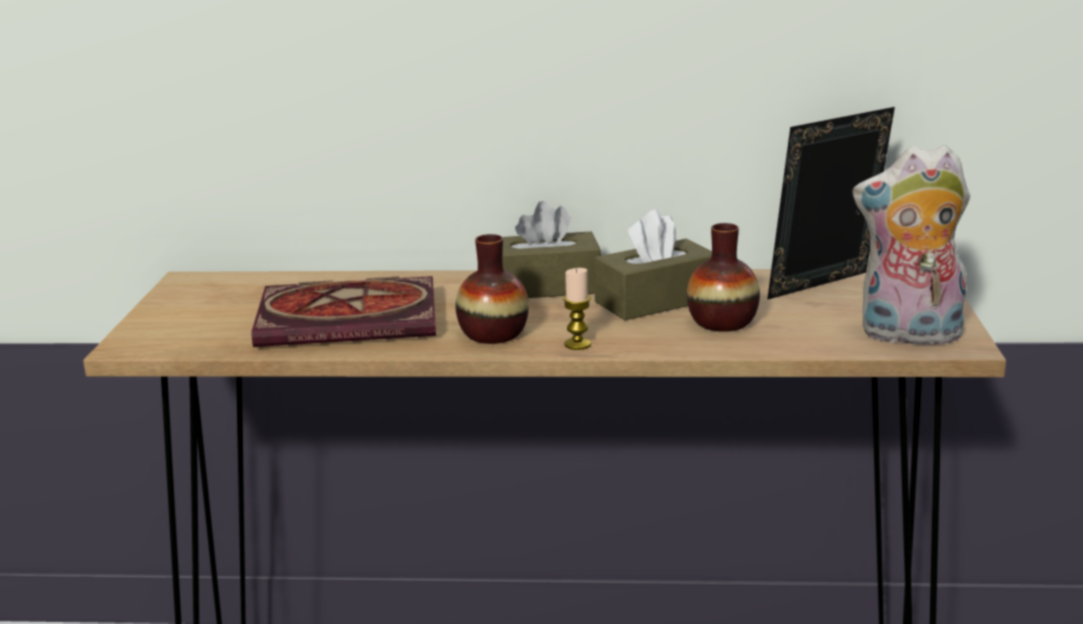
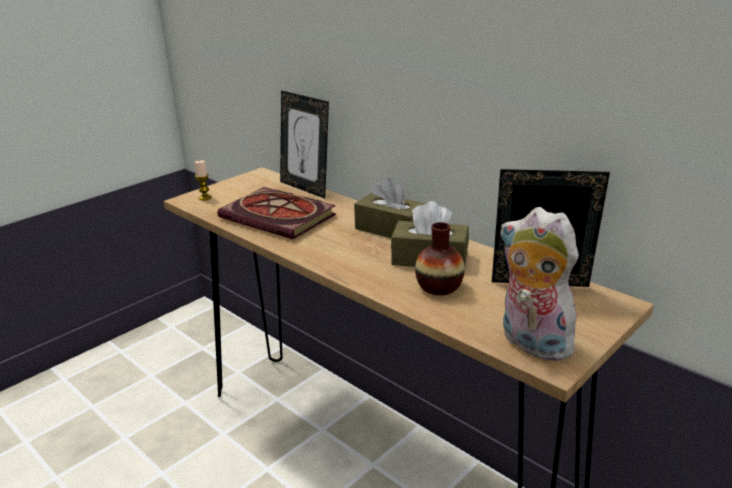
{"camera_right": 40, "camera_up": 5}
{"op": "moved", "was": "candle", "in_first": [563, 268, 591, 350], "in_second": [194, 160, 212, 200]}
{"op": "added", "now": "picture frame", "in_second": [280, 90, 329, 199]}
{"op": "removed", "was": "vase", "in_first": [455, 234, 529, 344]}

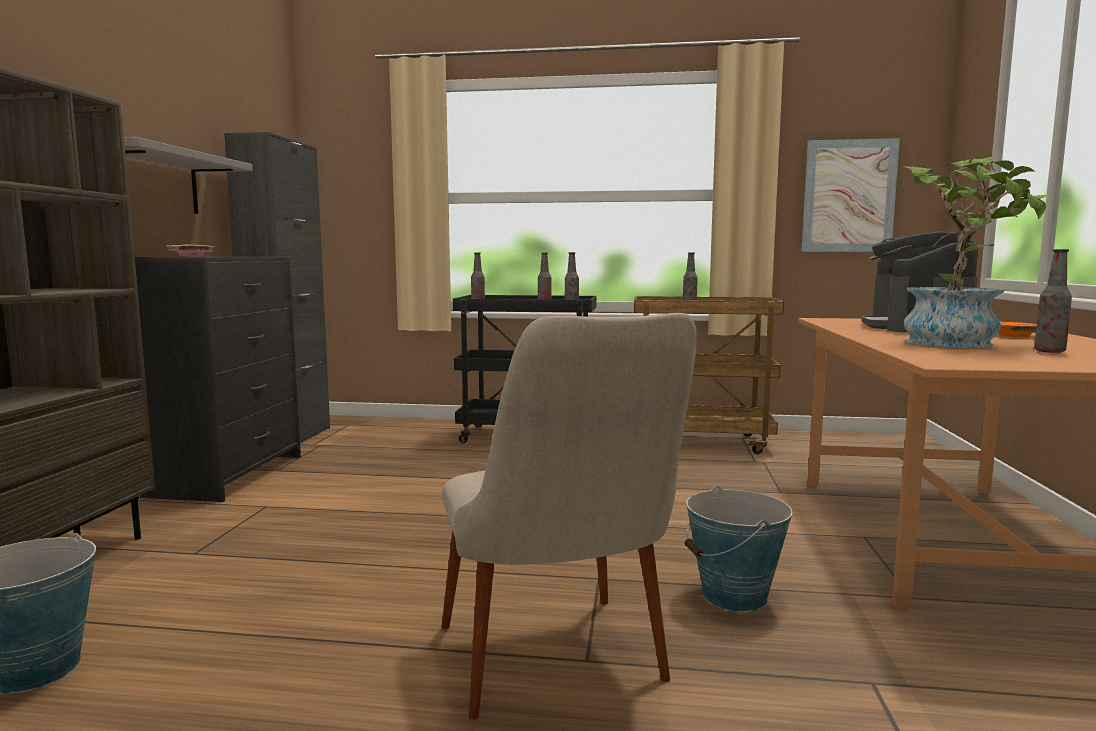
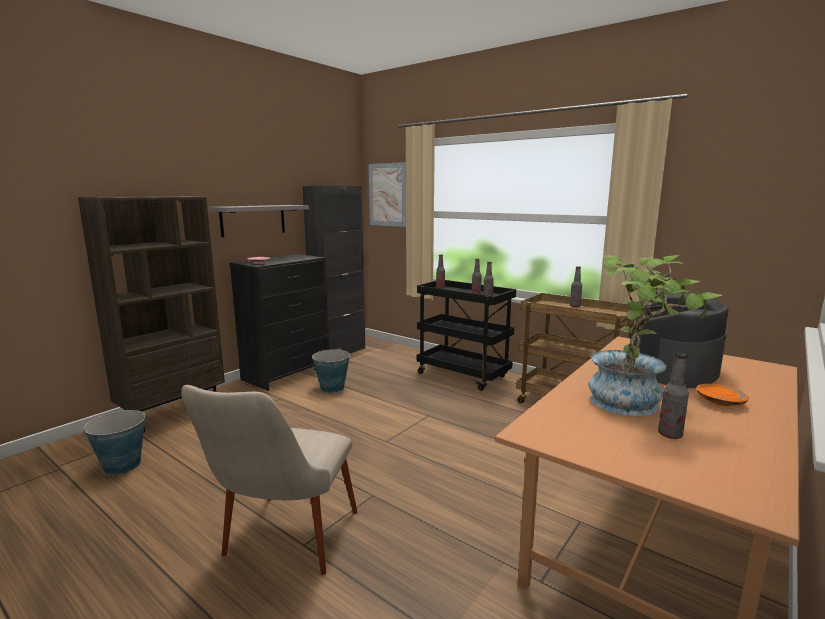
{"camera_right": 30, "camera_up": 5}
{"op": "moved", "was": "bucket", "in_first": [685, 486, 792, 612], "in_second": [312, 348, 350, 393]}
{"op": "moved", "was": "picture", "in_first": [802, 138, 900, 252], "in_second": [369, 162, 406, 227]}

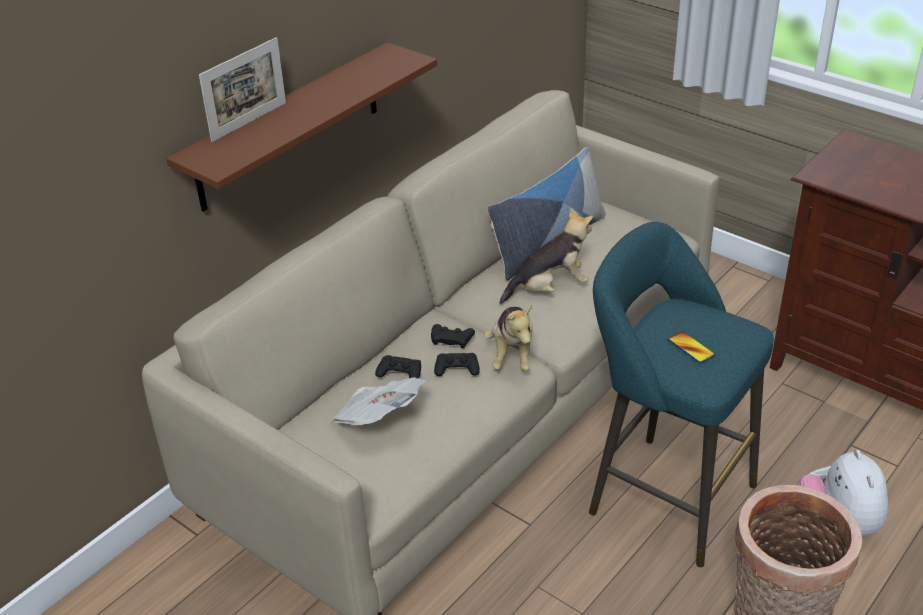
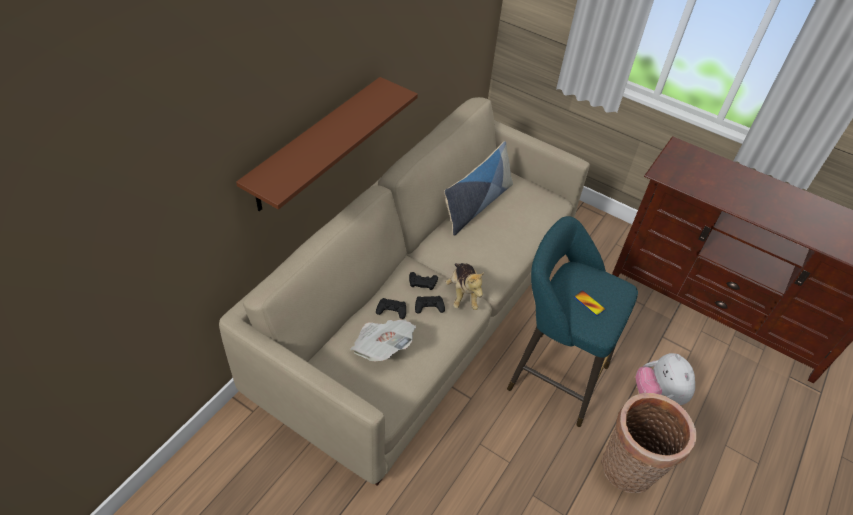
{"camera_right": -10, "camera_up": 10}
{"op": "removed", "was": "picture frame", "in_first": [199, 37, 286, 142]}
{"op": "removed", "was": "plush toy", "in_first": [499, 207, 593, 304]}

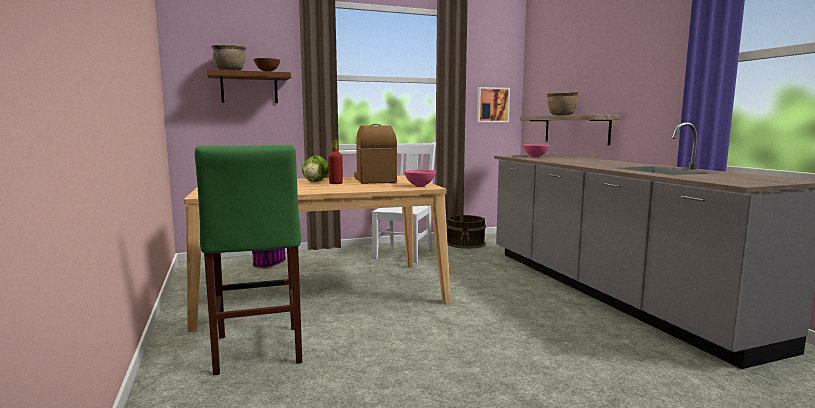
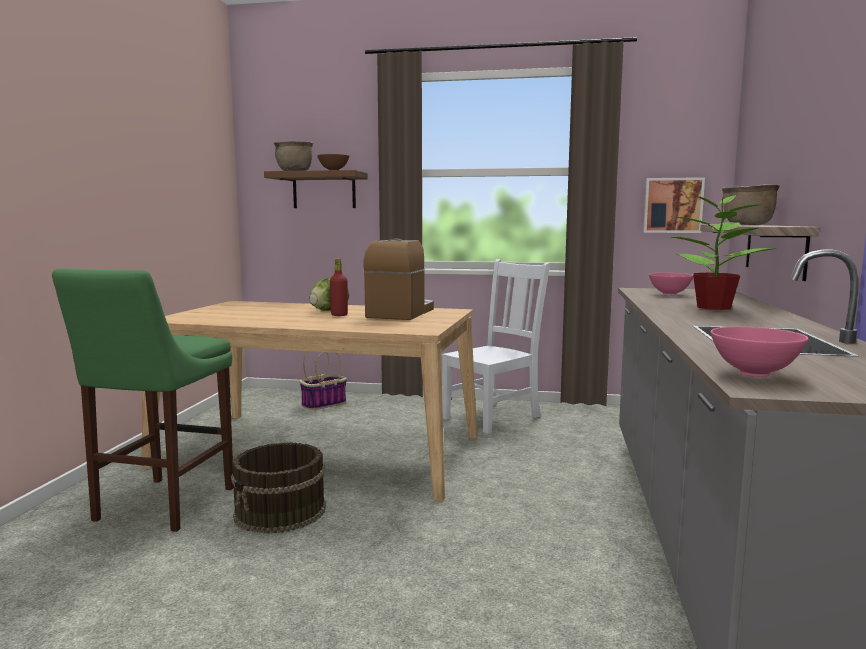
{"camera_right": 30, "camera_up": 0}
{"op": "moved", "was": "bucket (brown)", "in_first": [446, 215, 486, 249], "in_second": [231, 442, 326, 534]}
{"op": "added", "now": "potted plant", "in_second": [672, 192, 776, 310]}
{"op": "moved", "was": "bowl (pink)", "in_first": [404, 170, 436, 187], "in_second": [710, 327, 808, 377]}

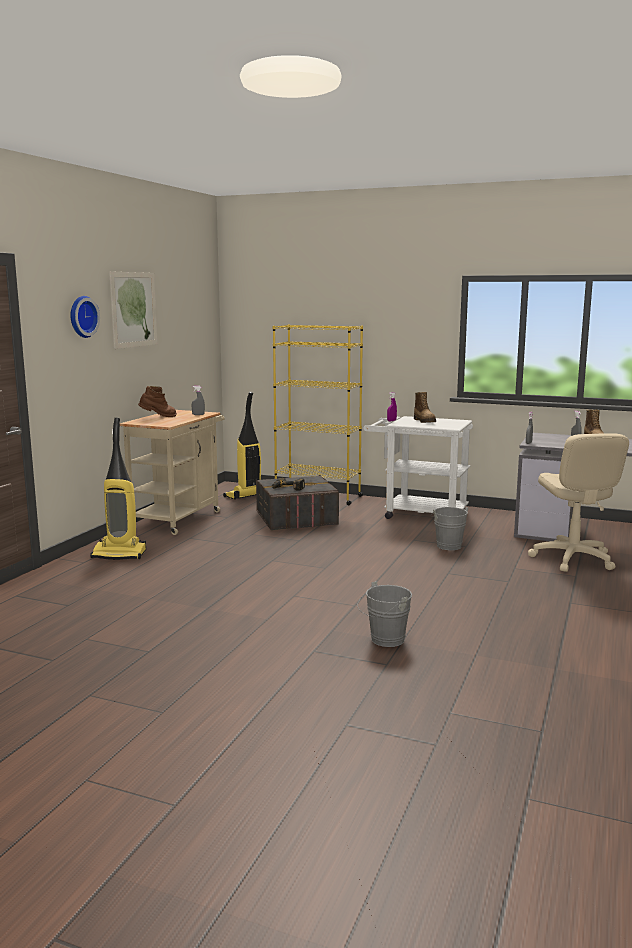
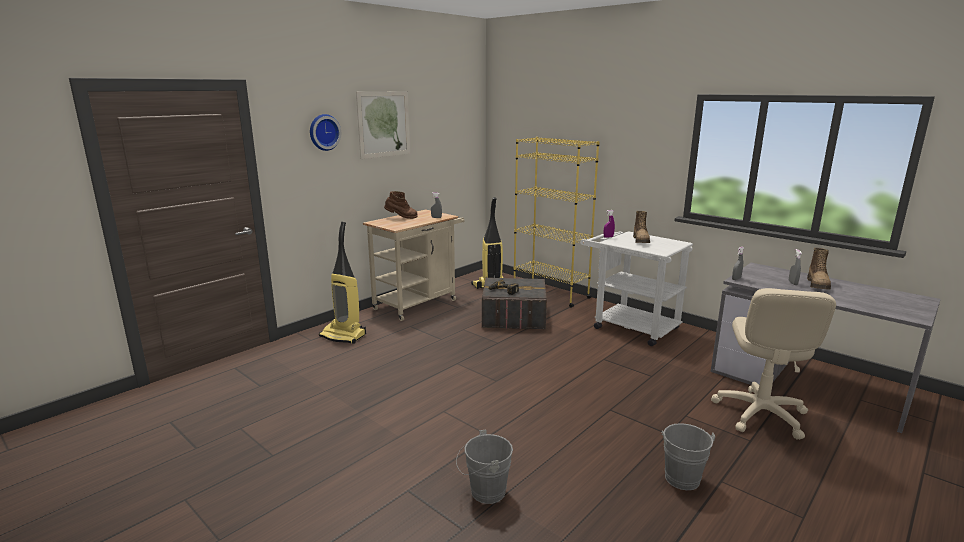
{"camera_right": 20, "camera_up": 5}
{"op": "moved", "was": "bucket (grey)", "in_first": [430, 507, 468, 550], "in_second": [661, 423, 715, 490]}

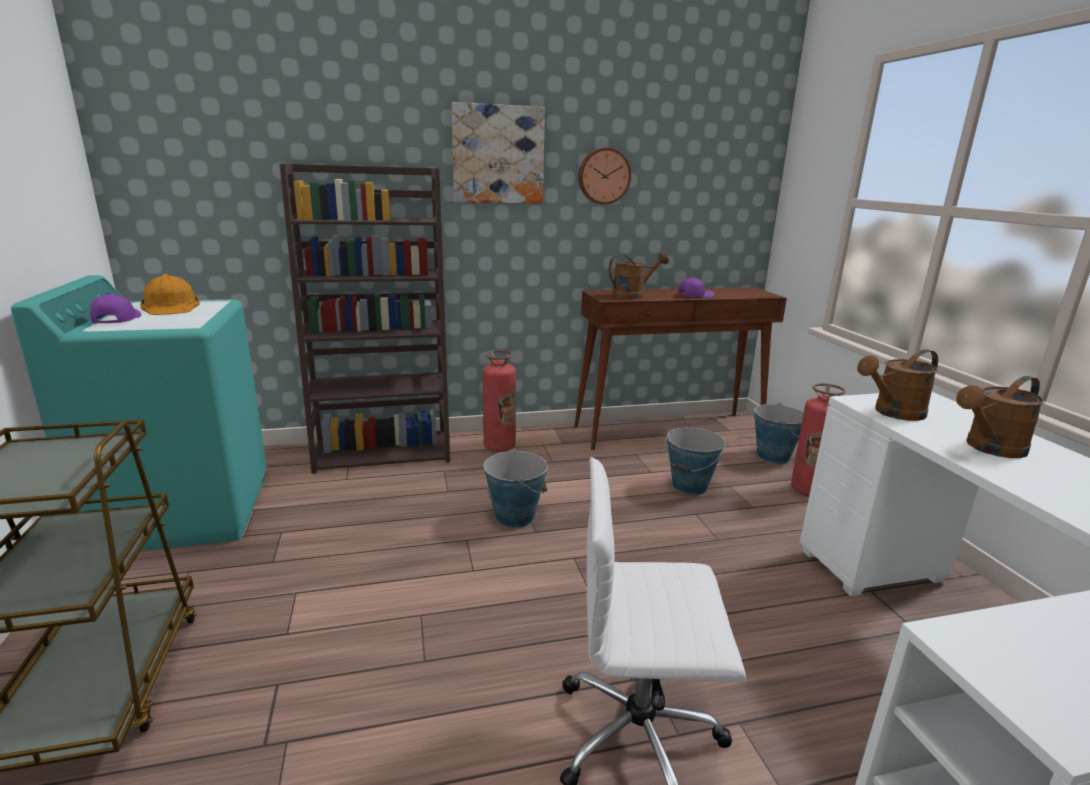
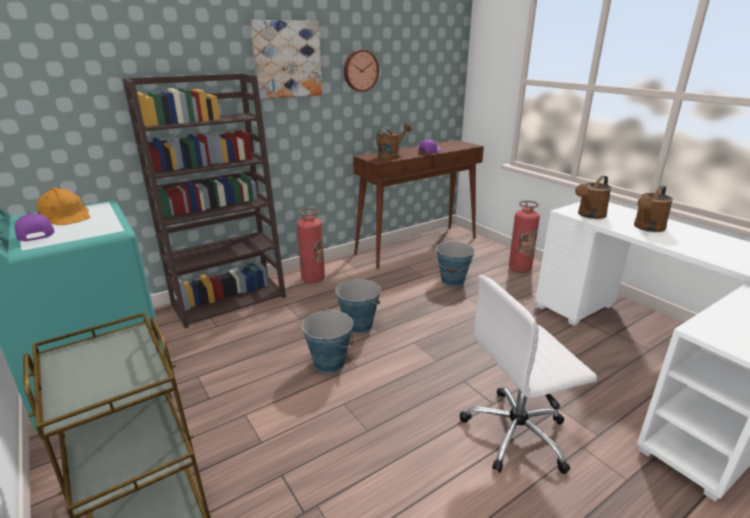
{"camera_right": -20, "camera_up": 5}
{"op": "moved", "was": "bucket", "in_first": [754, 403, 804, 464], "in_second": [302, 309, 353, 373]}

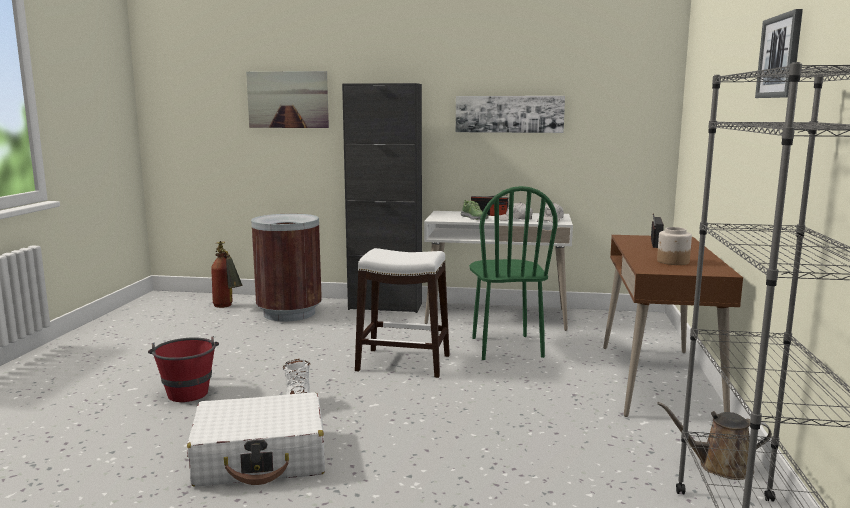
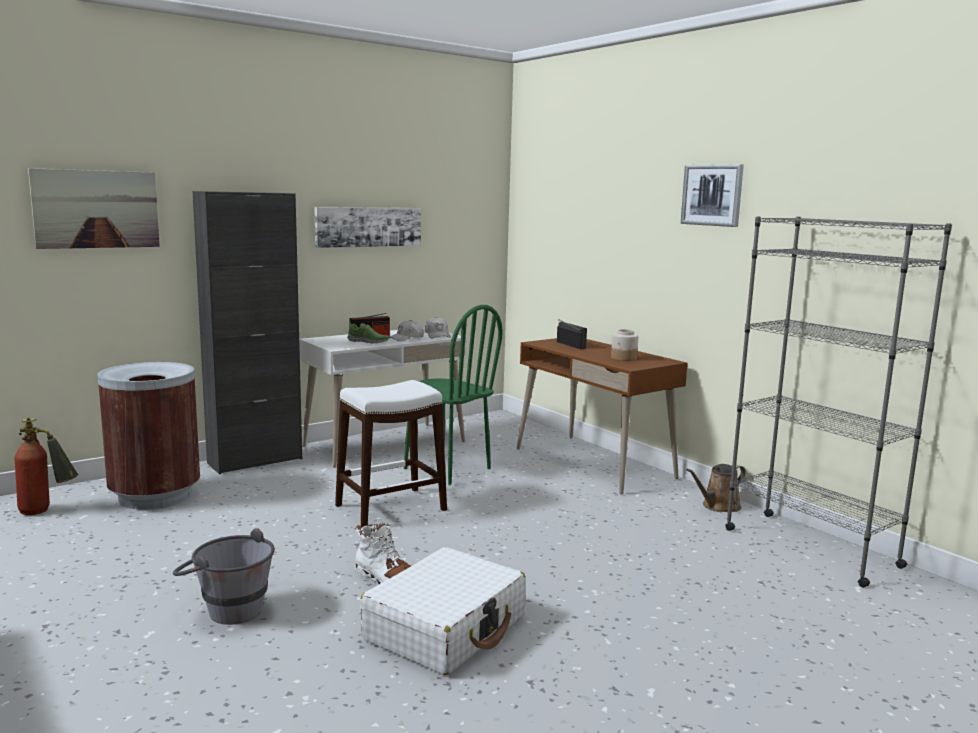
{"camera_right": -45, "camera_up": 0}
{"op": "recoloured", "was": "bucket (red)", "now": "bucket (grey)", "in_first": [148, 336, 219, 402], "in_second": [173, 528, 275, 625]}

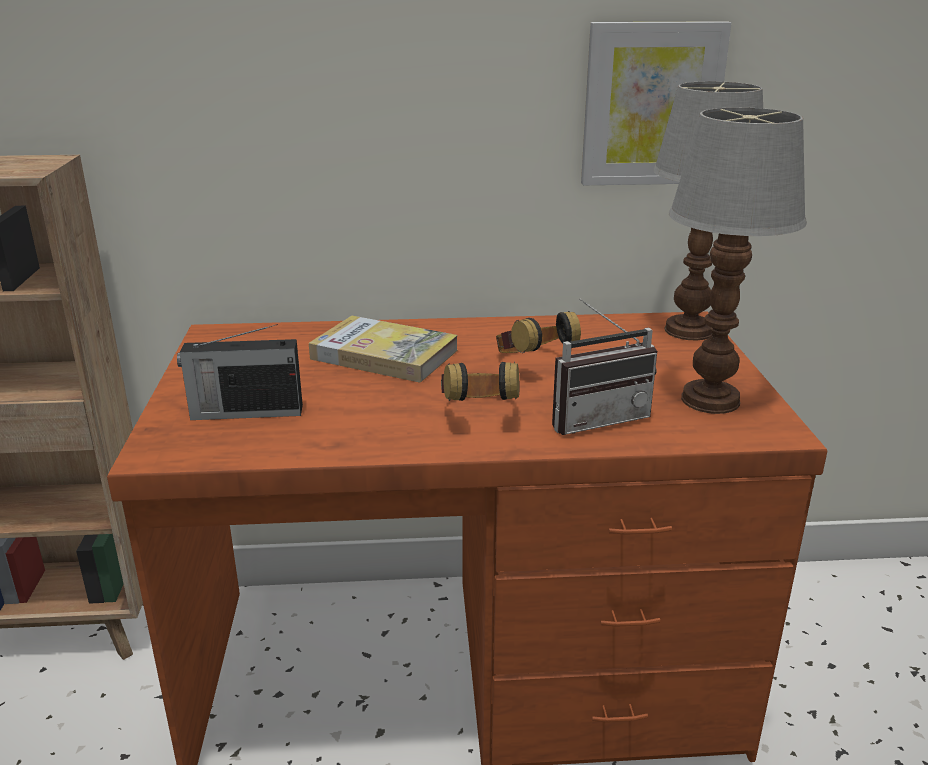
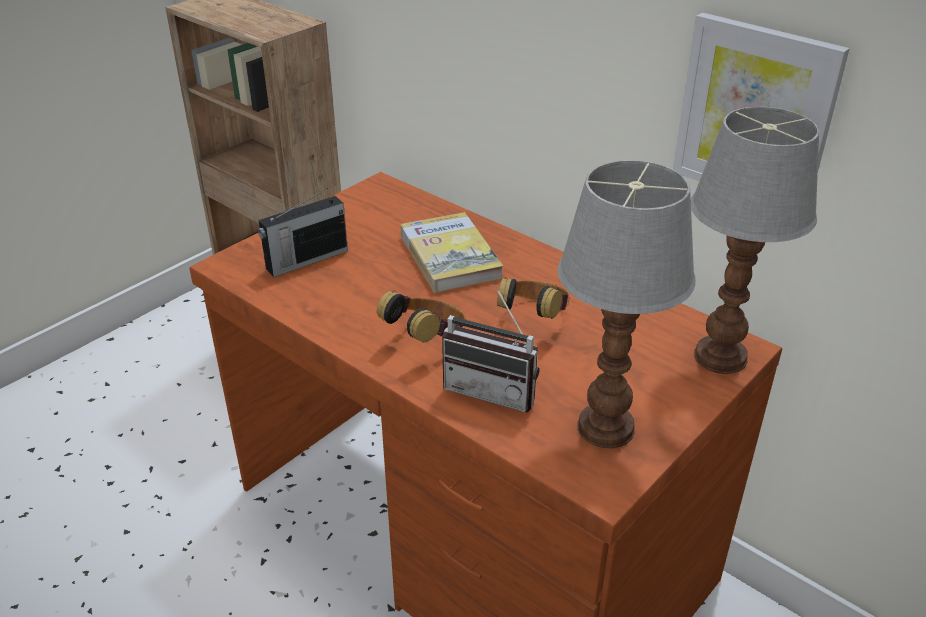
{"camera_right": 45, "camera_up": 10}
{"op": "turned", "was": "radio", "in_first": [177, 324, 303, 420], "in_second": [258, 188, 348, 277], "clockwise": -75}

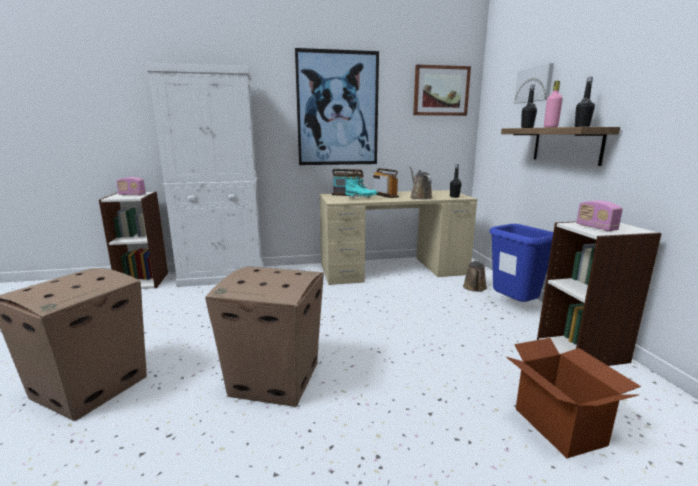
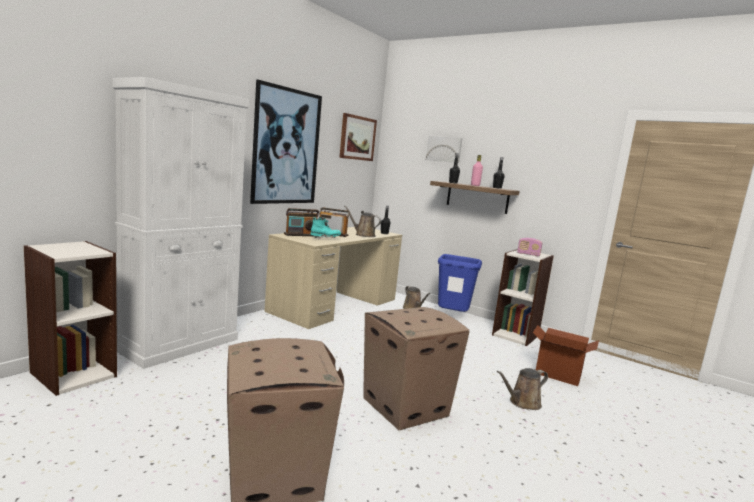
{"camera_right": -45, "camera_up": -5}
{"op": "added", "now": "watering can (brown)", "in_second": [497, 368, 548, 410]}
{"op": "removed", "was": "radio", "in_first": [116, 177, 146, 195]}

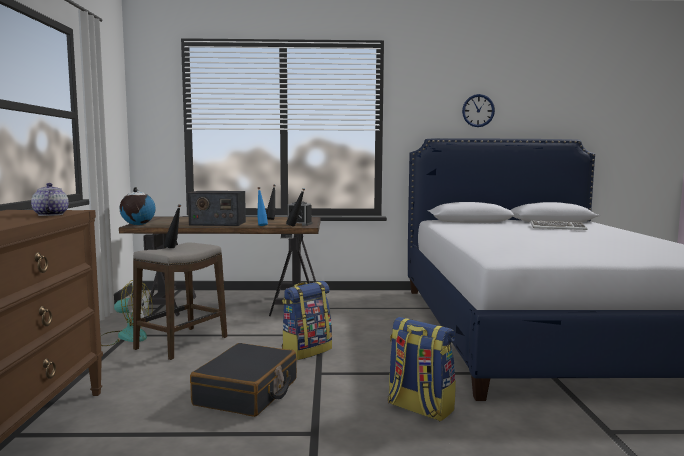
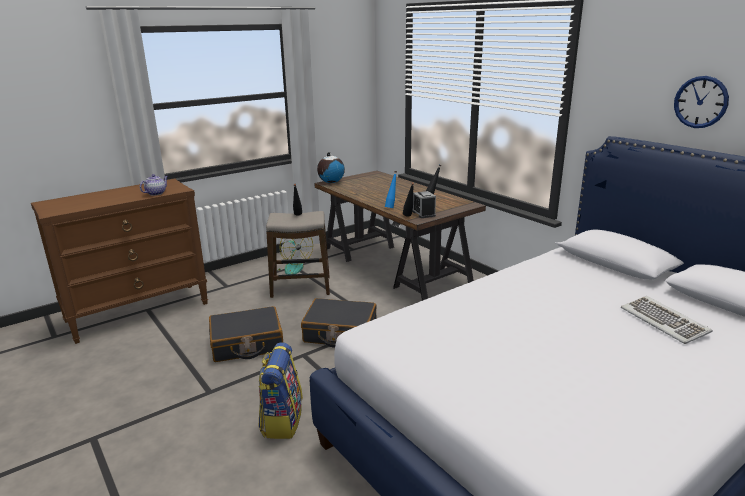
{"camera_right": 55, "camera_up": 15}
{"op": "replaced", "was": "backpack", "now": "suitcase (black)", "in_first": [282, 281, 332, 360], "in_second": [301, 298, 377, 348]}
{"op": "removed", "was": "radio", "in_first": [188, 191, 246, 226]}

